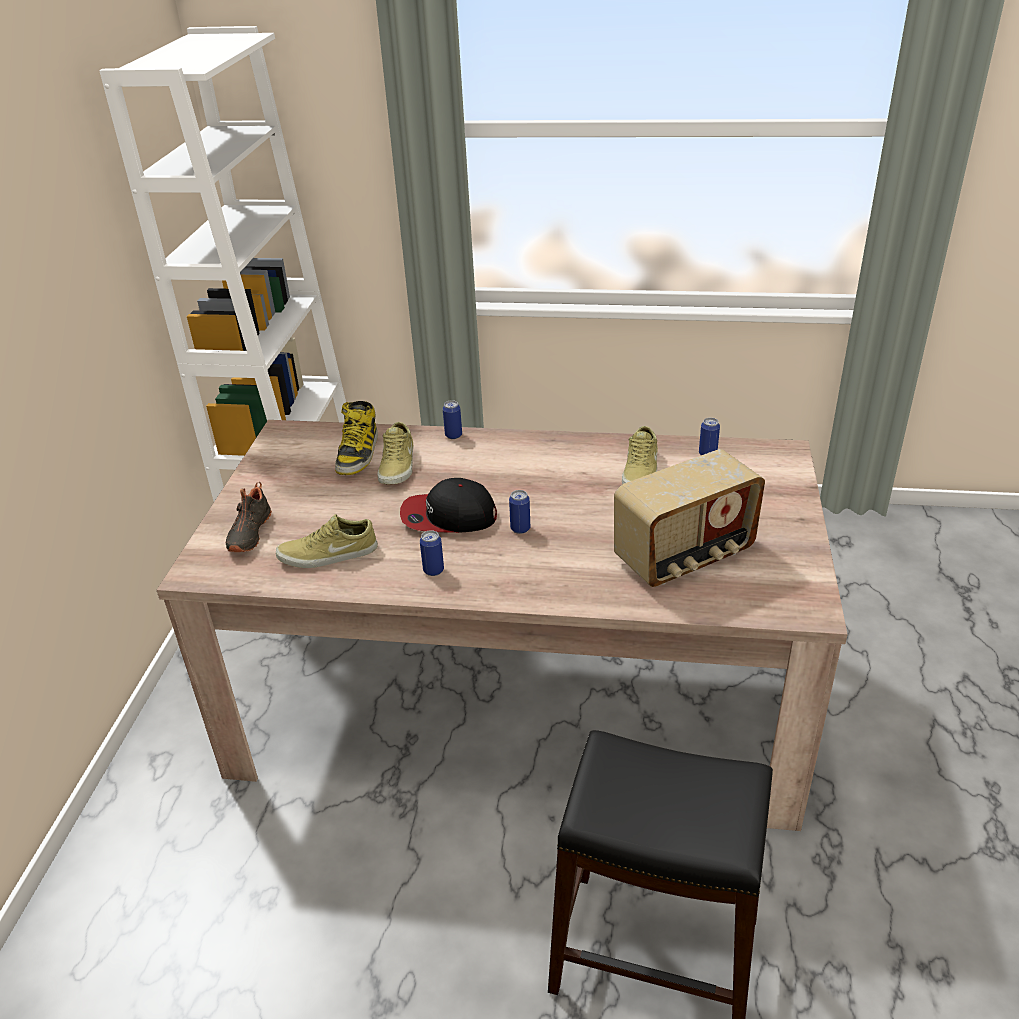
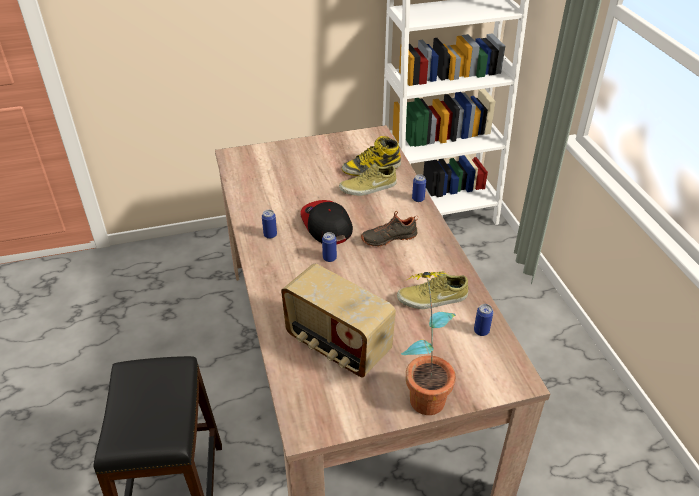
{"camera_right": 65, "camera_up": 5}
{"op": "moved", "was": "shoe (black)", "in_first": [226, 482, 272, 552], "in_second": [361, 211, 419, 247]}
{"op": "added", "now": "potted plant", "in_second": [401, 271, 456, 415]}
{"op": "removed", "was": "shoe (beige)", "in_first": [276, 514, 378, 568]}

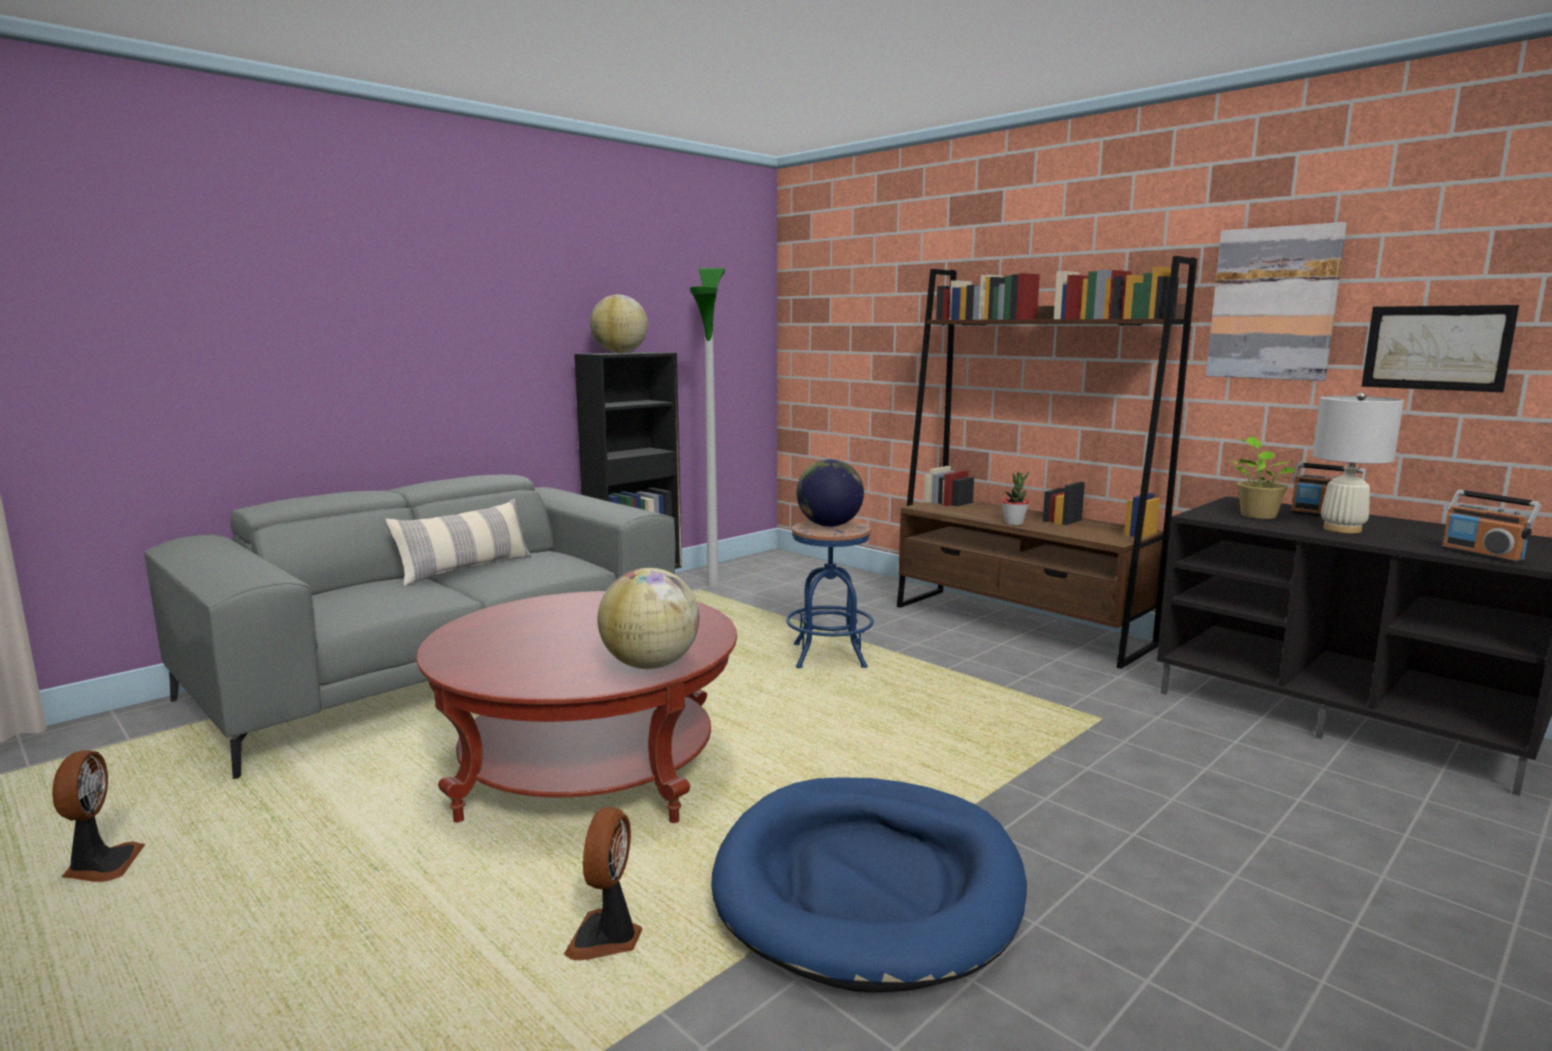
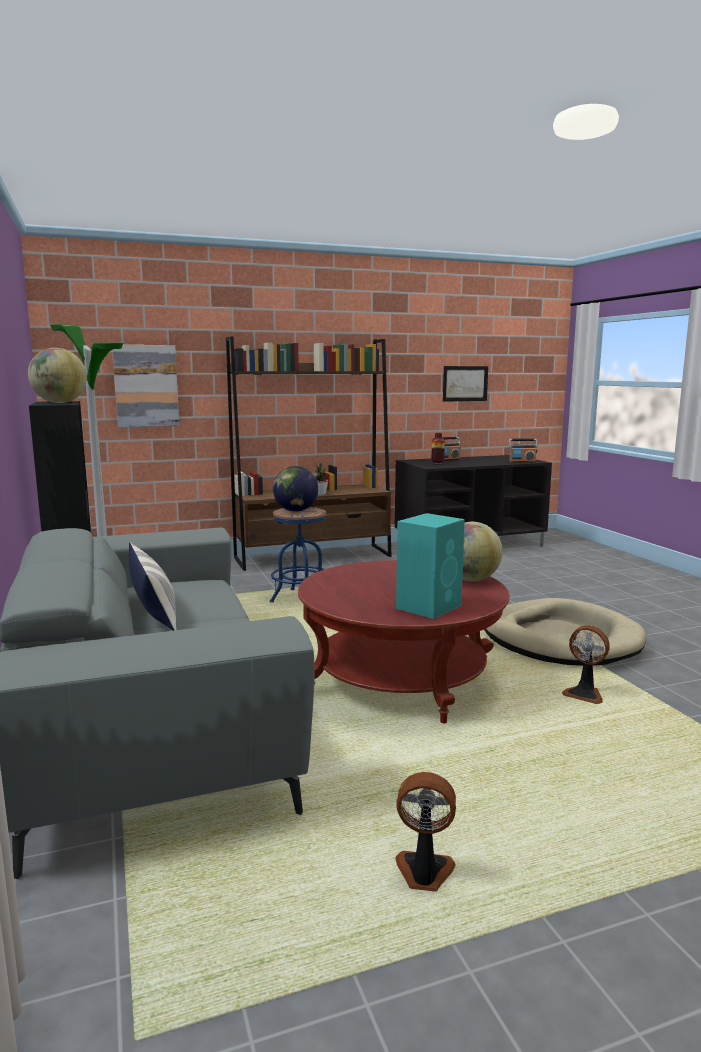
{"camera_right": -65, "camera_up": 0}
{"op": "moved", "was": "picture", "in_first": [1206, 222, 1347, 381], "in_second": [112, 345, 179, 427]}
{"op": "added", "now": "speaker (turquoise)", "in_second": [396, 513, 465, 619]}
{"op": "replaced", "was": "potted plant", "now": "vase", "in_first": [1230, 436, 1296, 519], "in_second": [431, 432, 445, 464]}
{"op": "recoloured", "was": "dog bed (blue)", "now": "dog bed (beige)", "in_first": [711, 777, 1027, 993], "in_second": [484, 598, 646, 666]}
{"op": "removed", "was": "table lamp (white)", "in_first": [1312, 392, 1404, 533]}

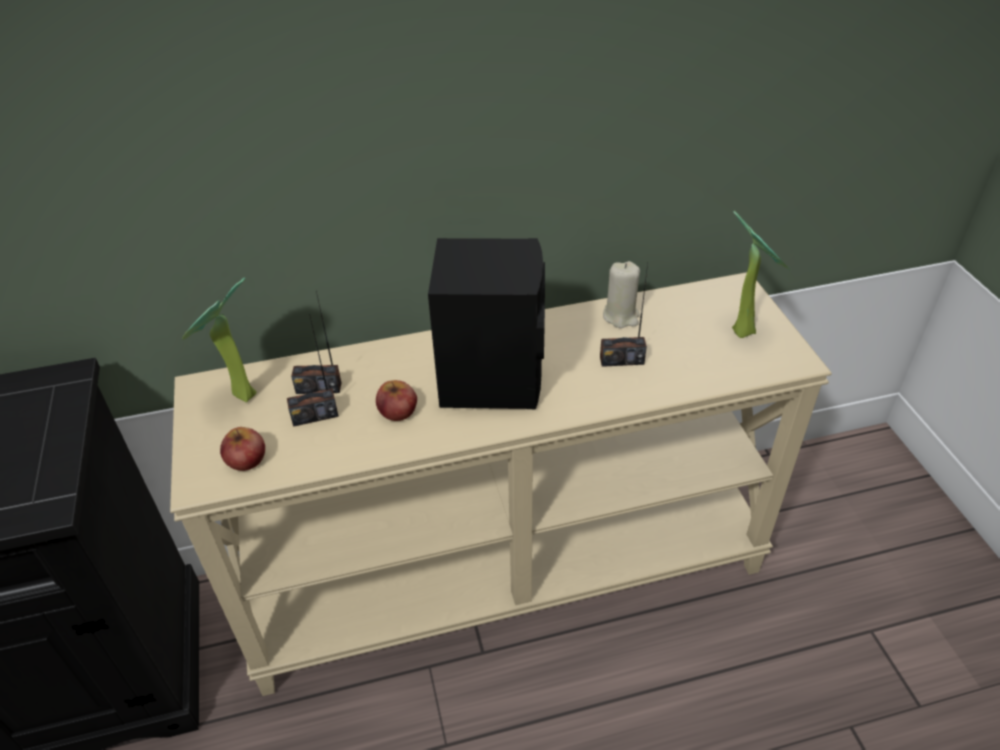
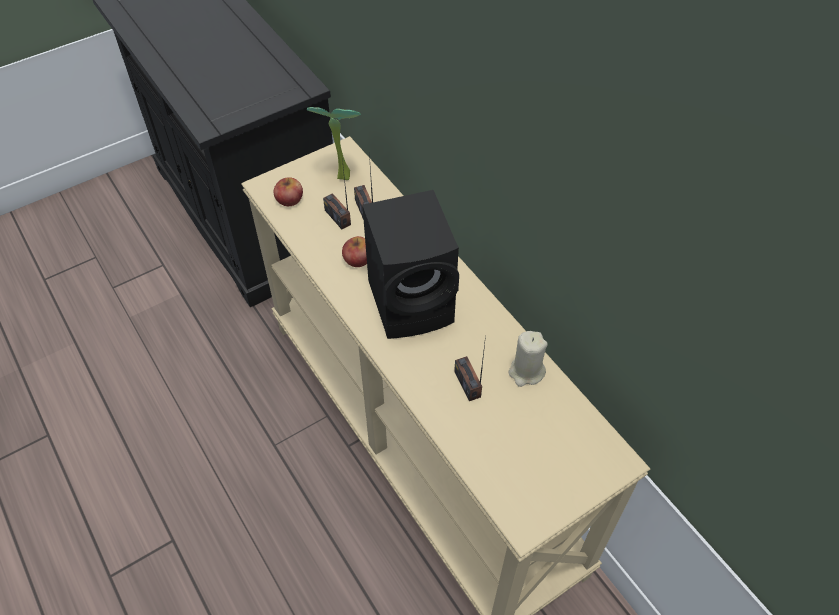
{"camera_right": 70, "camera_up": 10}
{"op": "removed", "was": "potted plant", "in_first": [732, 211, 790, 338]}

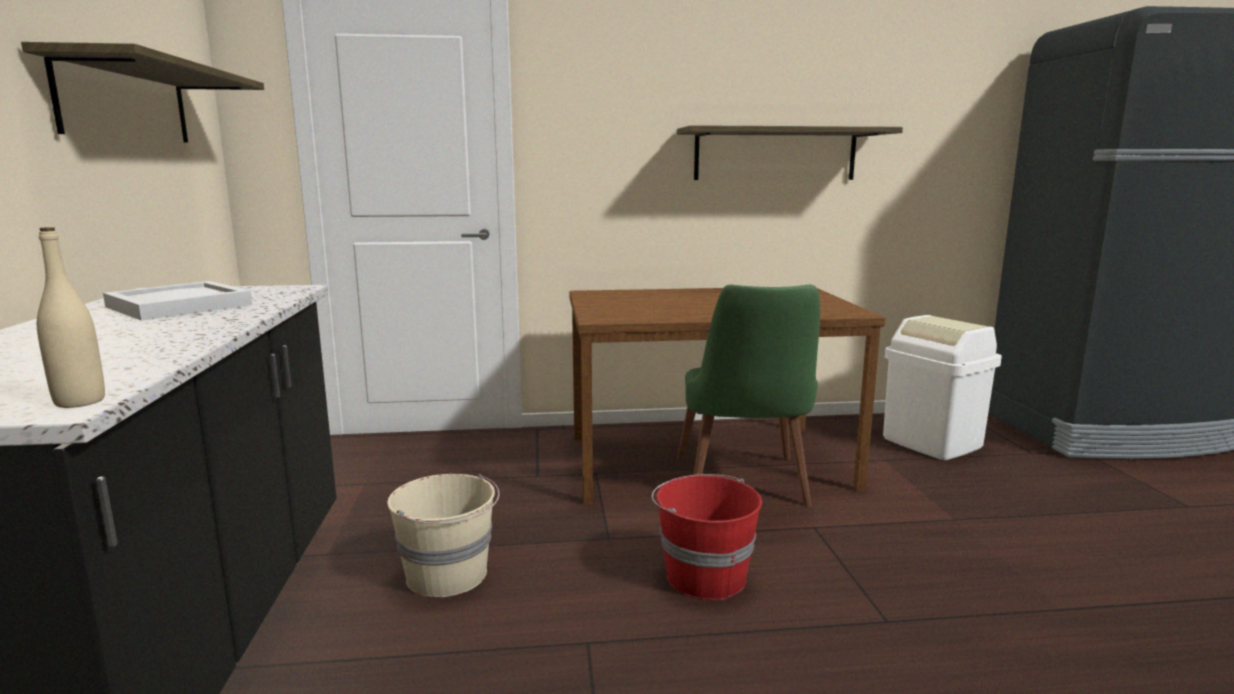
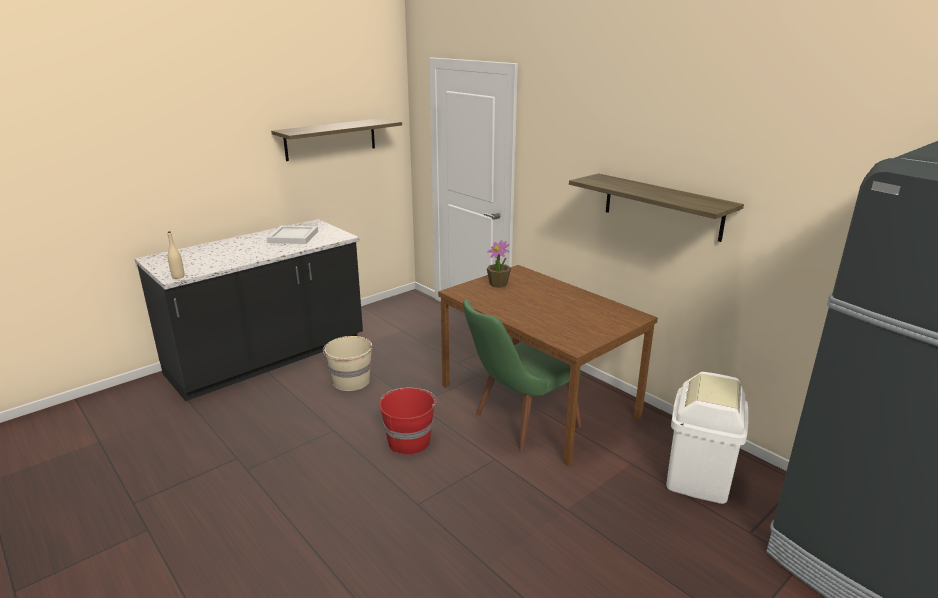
{"camera_right": 55, "camera_up": 10}
{"op": "added", "now": "potted plant", "in_second": [487, 240, 511, 288]}

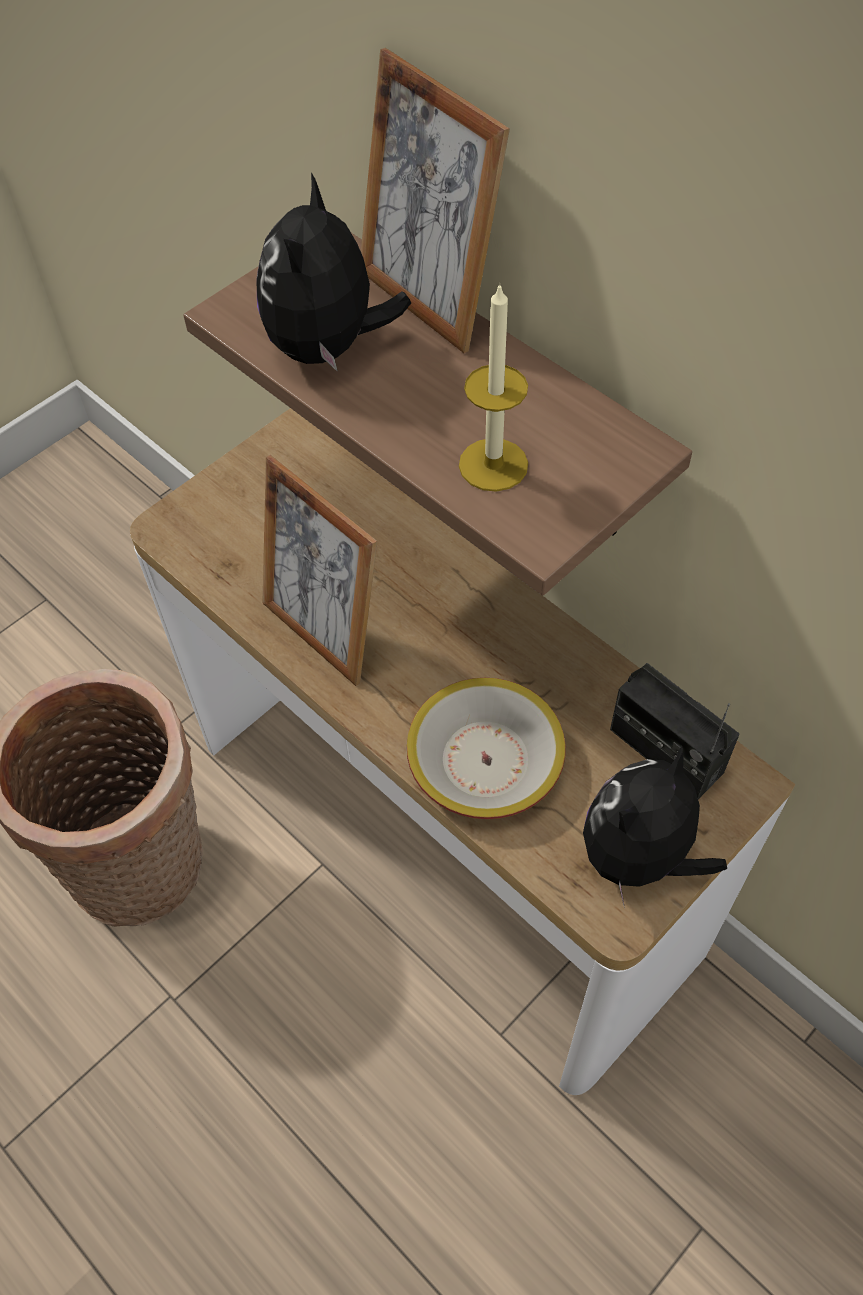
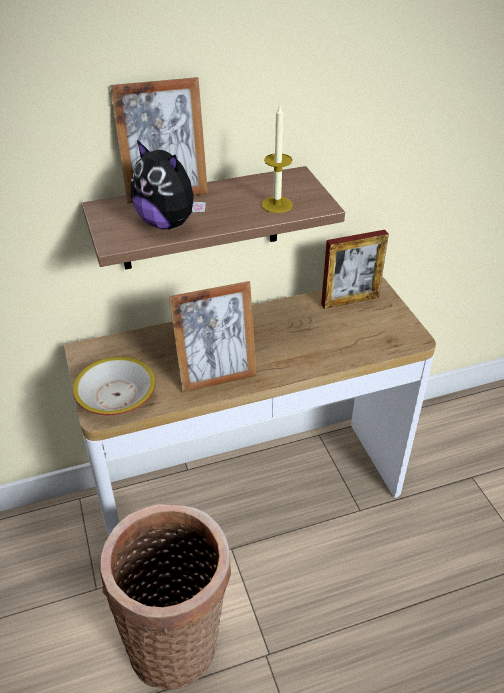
{"camera_right": -65, "camera_up": -15}
{"op": "moved", "was": "bowl", "in_first": [406, 678, 566, 819], "in_second": [73, 356, 156, 416]}
{"op": "replaced", "was": "radio", "now": "picture frame", "in_first": [610, 663, 740, 799], "in_second": [321, 230, 389, 309]}
{"op": "removed", "was": "plush toy", "in_first": [583, 746, 727, 909]}

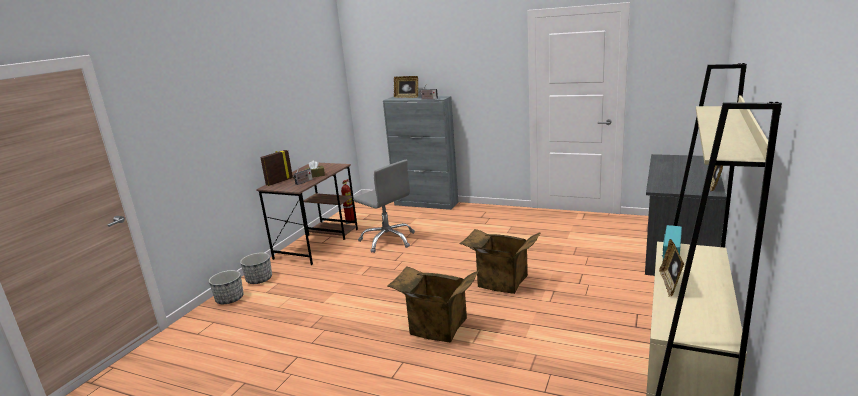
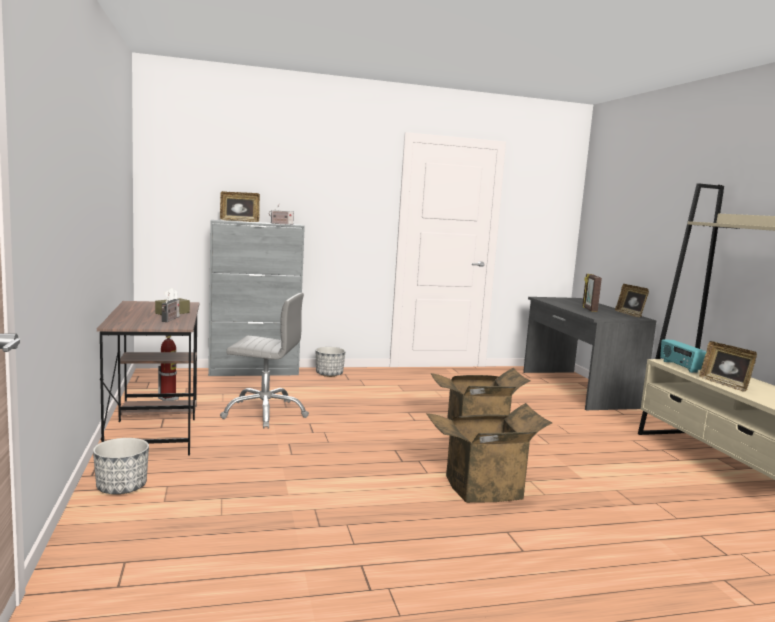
{"camera_right": -40, "camera_up": -10}
{"op": "moved", "was": "planter", "in_first": [209, 270, 244, 304], "in_second": [316, 347, 346, 377]}
{"op": "moved", "was": "picture frame", "in_first": [260, 150, 293, 186], "in_second": [582, 274, 602, 312]}

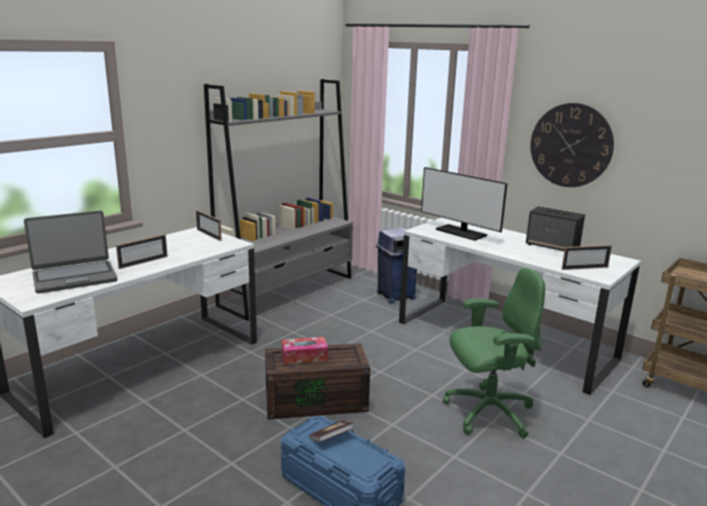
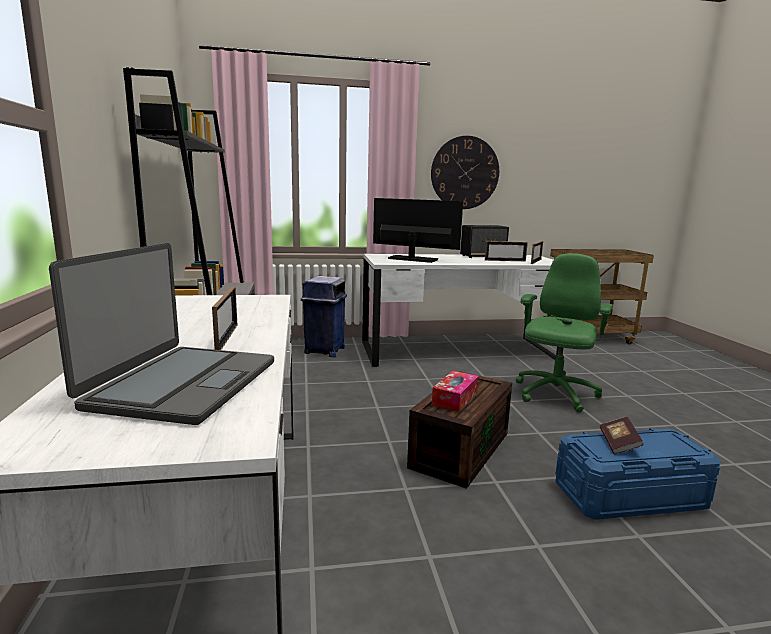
{"camera_right": -50, "camera_up": -5}
{"op": "turned", "was": "monitor", "in_first": [421, 167, 507, 241], "in_second": [373, 198, 463, 263], "clockwise": -150}
{"op": "moved", "was": "picture frame", "in_first": [196, 210, 222, 241], "in_second": [485, 241, 528, 261]}

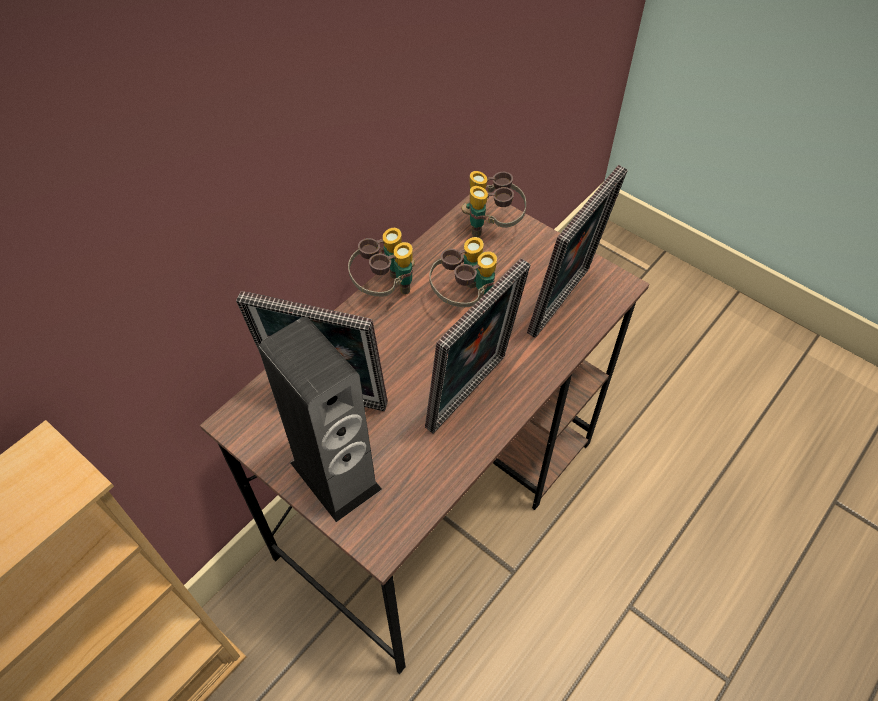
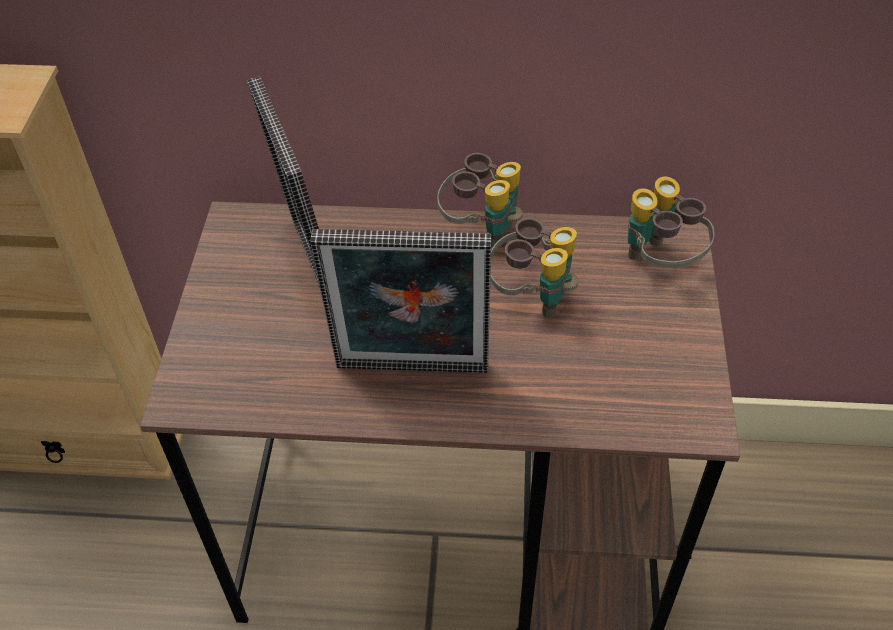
{"camera_right": 55, "camera_up": -5}
{"op": "removed", "was": "speaker", "in_first": [259, 317, 382, 522]}
{"op": "removed", "was": "picture frame", "in_first": [527, 165, 628, 338]}

